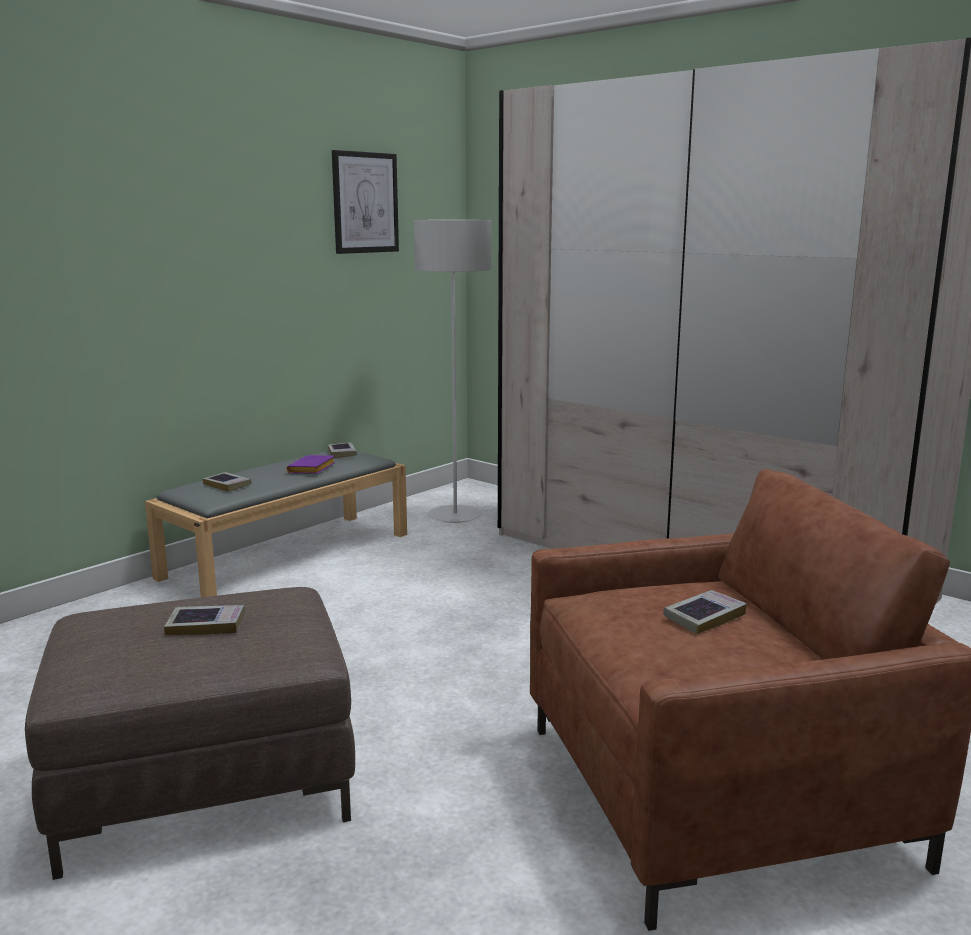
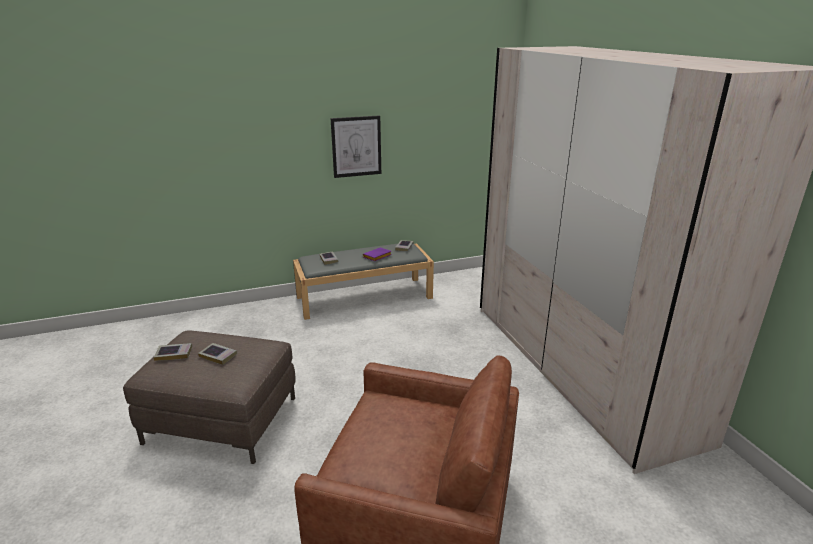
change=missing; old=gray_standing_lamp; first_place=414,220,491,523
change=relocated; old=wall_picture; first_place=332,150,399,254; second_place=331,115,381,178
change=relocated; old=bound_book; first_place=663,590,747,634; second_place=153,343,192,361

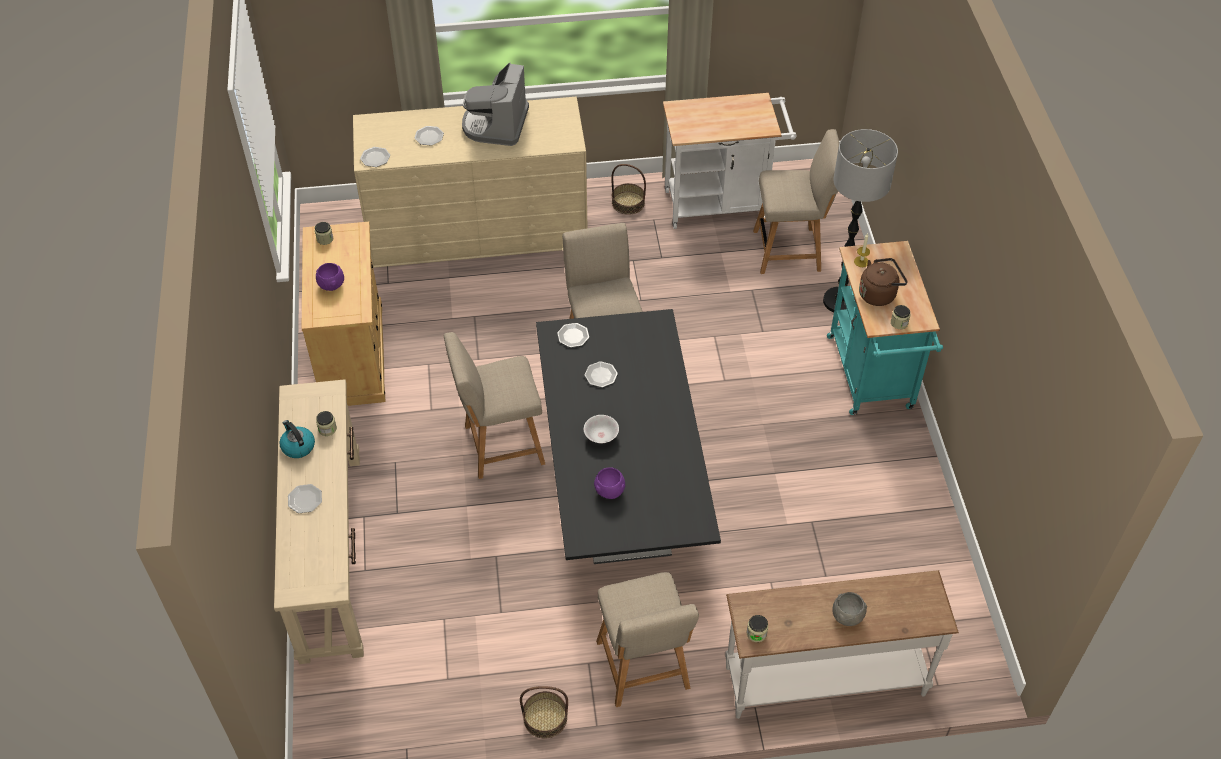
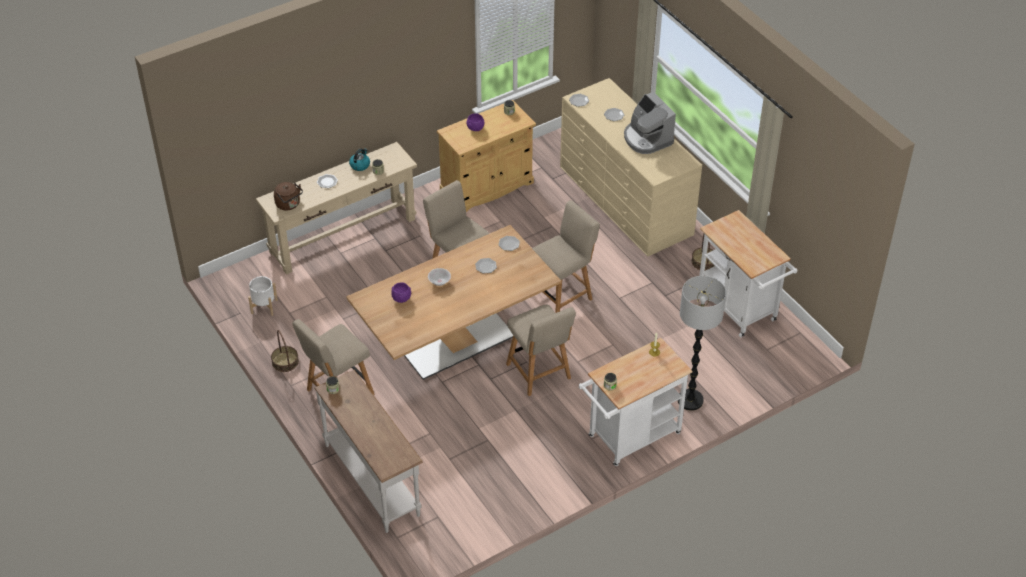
change=missing; old=gray_bowl; first_place=832,592,867,626
change=appeared; new=white_plant_pot; second_place=248,276,278,316
change=relocated; old=beige-coloured_chair; first_place=753,129,840,274; second_place=506,304,576,396
change=relocated; old=brownish_water_kettle; first_place=859,258,908,306; second_place=274,182,303,211
change=colour; old=blackish_dining_table; new=beige-coloured_dining_table; first_place=536,309,721,564; second_place=346,225,561,380
change=colour; old=blue-green_trolley; new=white_trolley; first_place=827,241,943,415; second_place=579,338,692,466
change=spun; old=coffee_brewer; first_place=462,63,529,146; second_place=624,92,676,154; degrees=-105

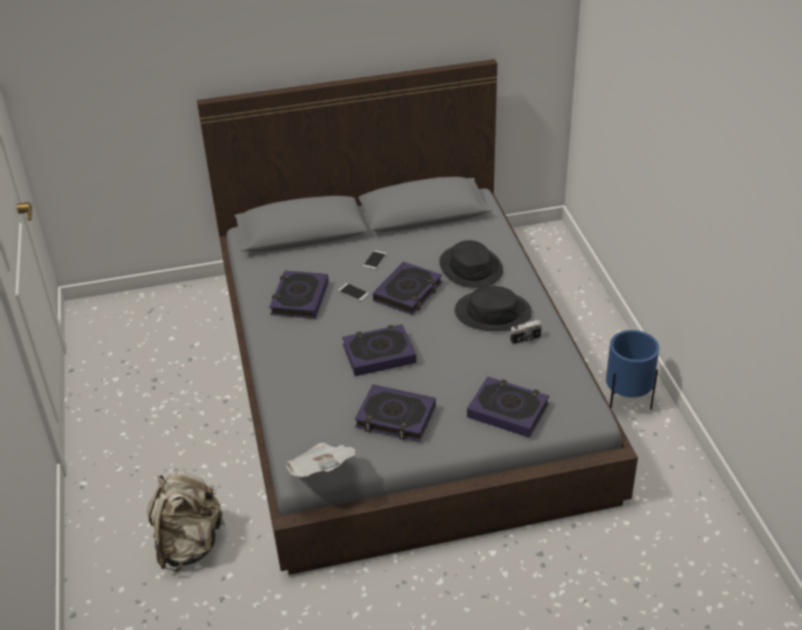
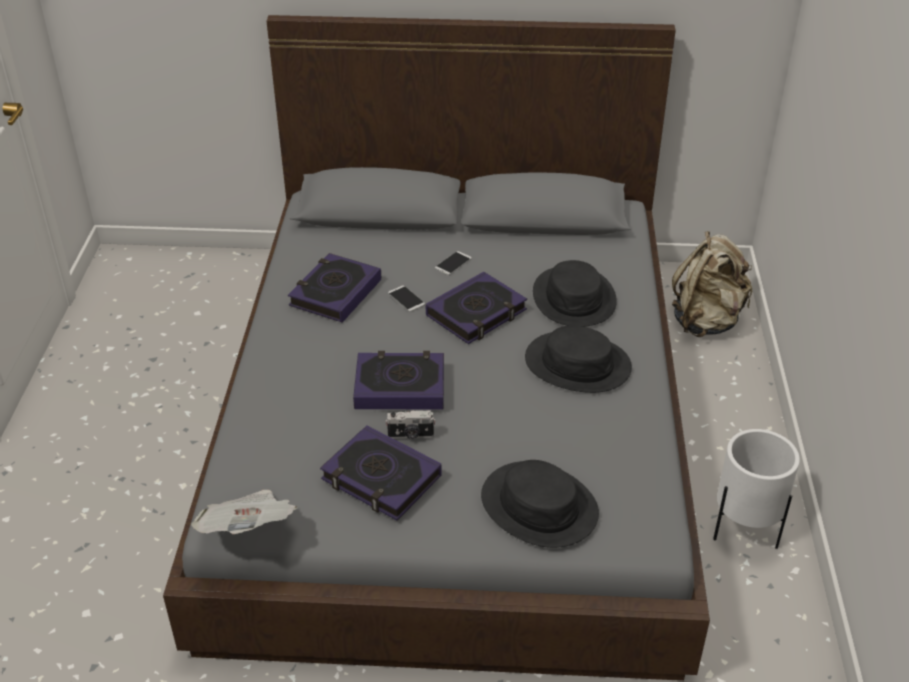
change=relocated; old=beige-coloured_knapsack; first_place=147,471,226,571; second_place=672,231,752,337
change=relocated; old=photo_camera; first_place=510,320,542,345; second_place=385,410,436,439
change=exchanged; old=bound_book; new=blackish_clothing_hat; first_place=467,376,549,438; second_place=481,460,599,548
change=colour; old=blue-coloured_plant_pot; new=white_plant_pot; first_place=606,330,659,410; second_place=713,429,800,549

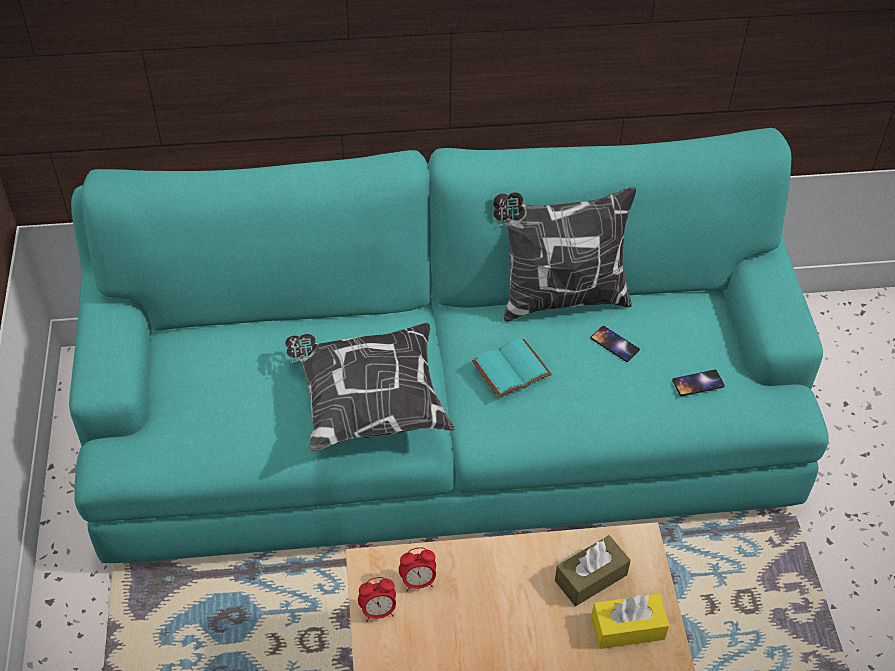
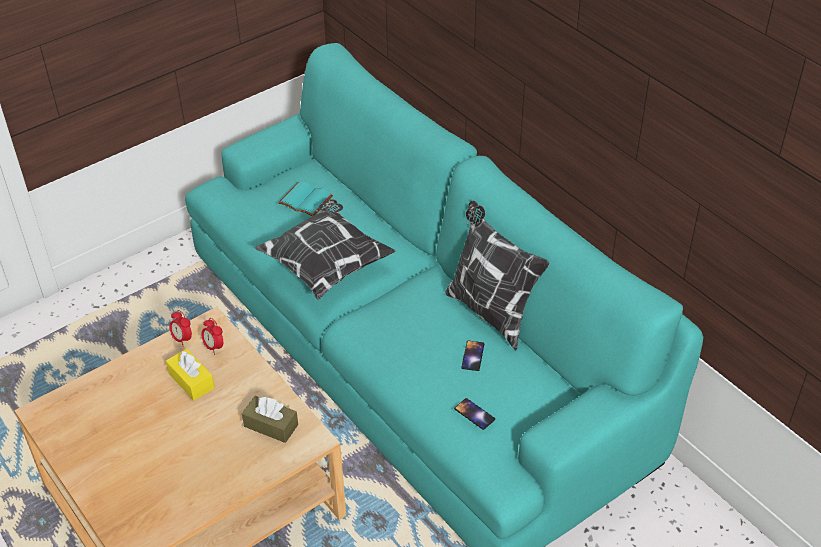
change=relocated; old=blue-green_bound_book; first_place=472,339,552,398; second_place=278,181,333,216
change=relocated; old=yellow_tissue_holder; first_place=591,594,669,649; second_place=166,349,215,401

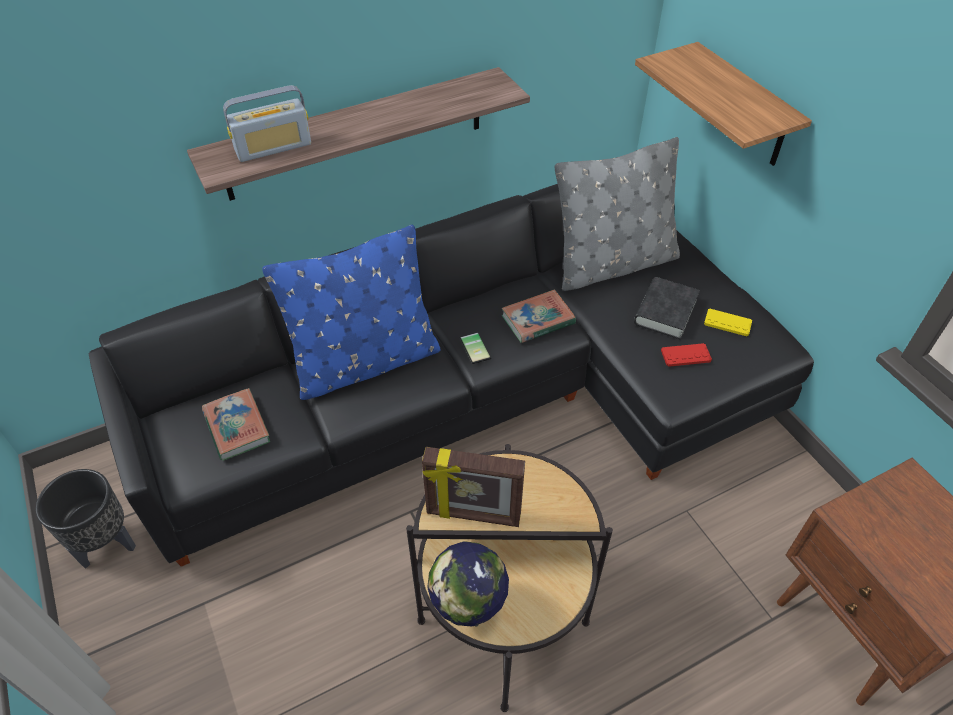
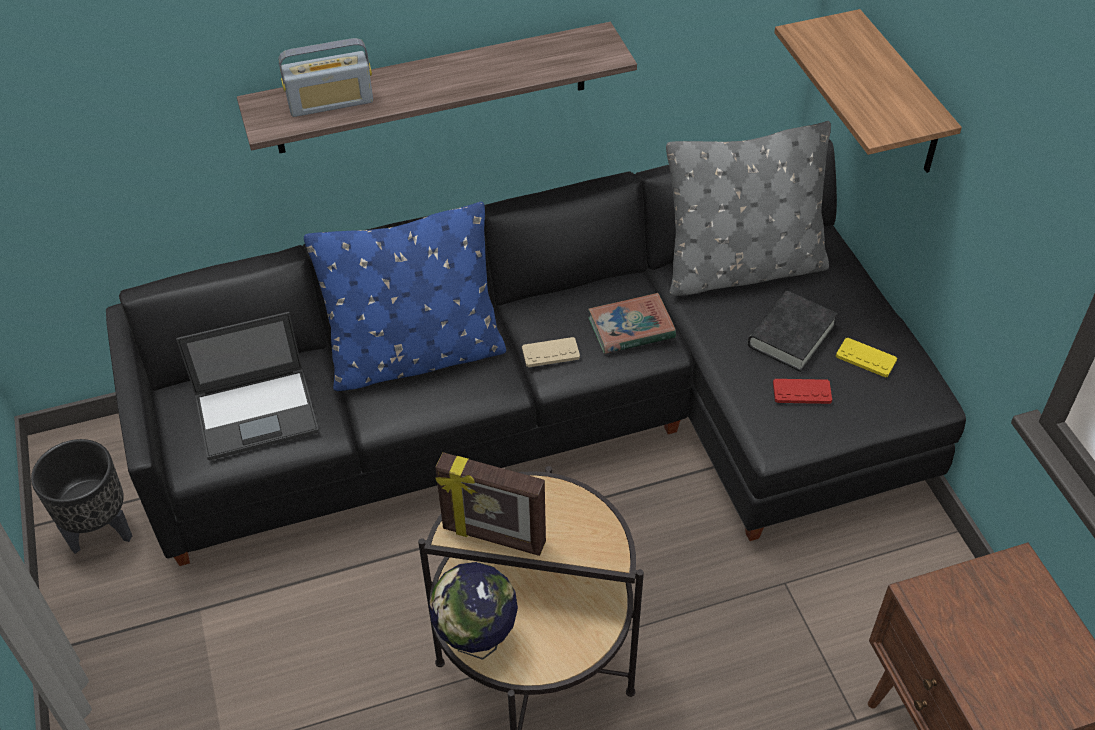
change=exchanged; old=bound_book; new=laptop; first_place=202,388,270,461; second_place=176,312,319,460
change=exchanged; old=telephone; new=beige-coloured_gamepad; first_place=460,332,491,364; second_place=522,337,580,367

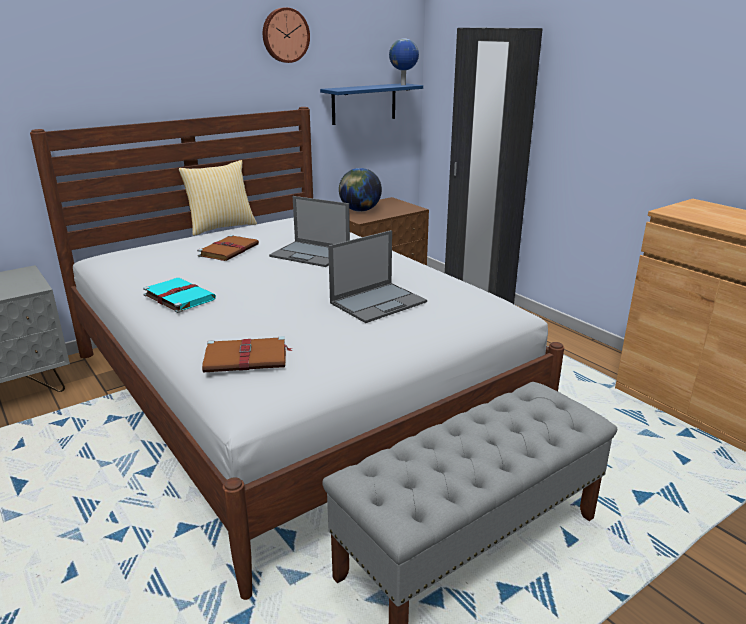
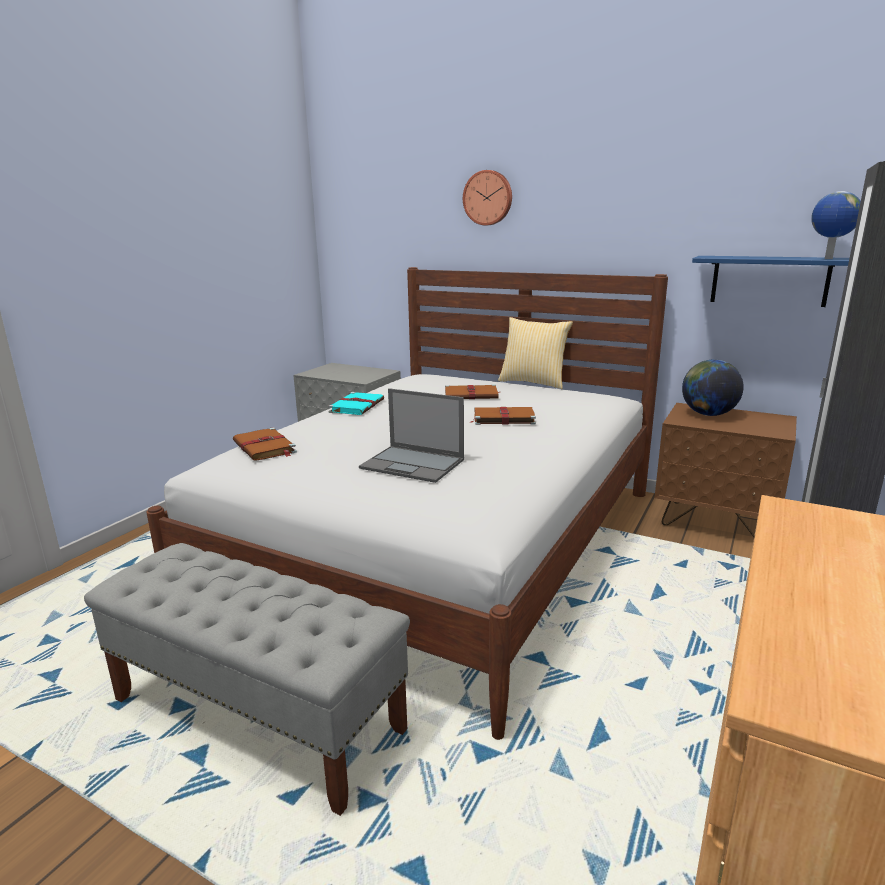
change=relocated; old=hanging_clock; first_place=263,7,310,63; second_place=463,170,512,225
change=exchanged; old=laptop; new=brownish_bound_book; first_place=269,196,350,267; second_place=470,407,536,425

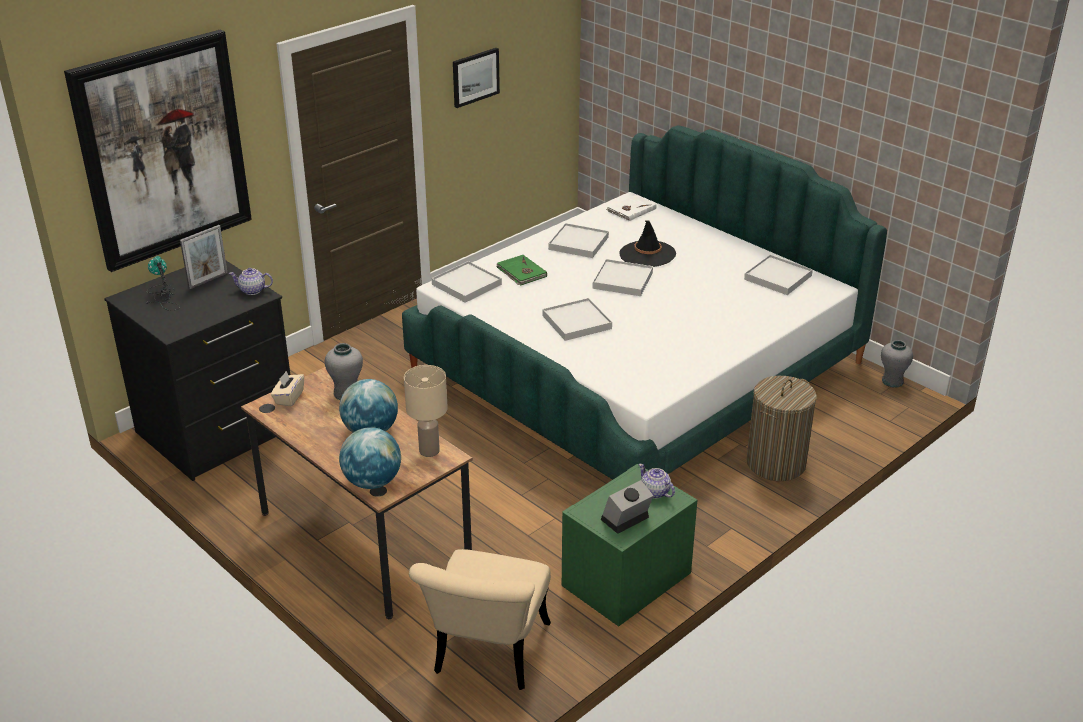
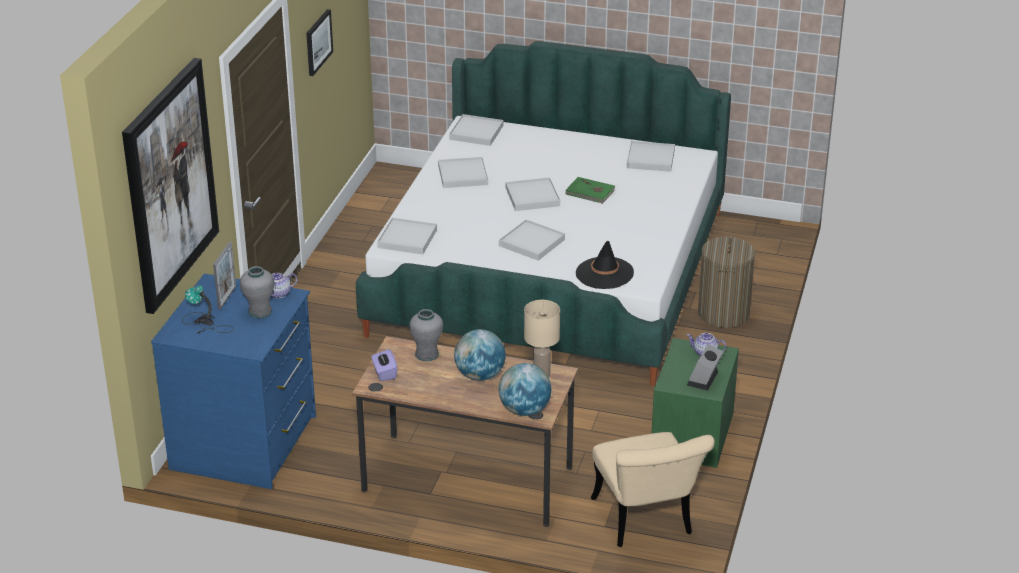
change=relocated; old=green_bound_book; first_place=497,255,547,285; second_place=565,177,615,204
change=relocated; old=blackish_clothing_hat; first_place=619,220,676,267; second_place=576,241,634,289
change=relocated; old=gray_vase; first_place=881,340,913,388; second_place=240,266,274,318
change=exchanged; old=white_bound_book; new=white_serving_tray; first_place=606,195,657,221; second_place=449,114,503,146
change=colour; old=blackish_dresser; new=blue-coloured_dresser; first_place=104,261,290,481; second_place=151,274,316,489
change=colour; old=beige-coloured_tissue_holder; new=purple_tissue_holder; first_place=271,371,304,406; second_place=371,349,397,381

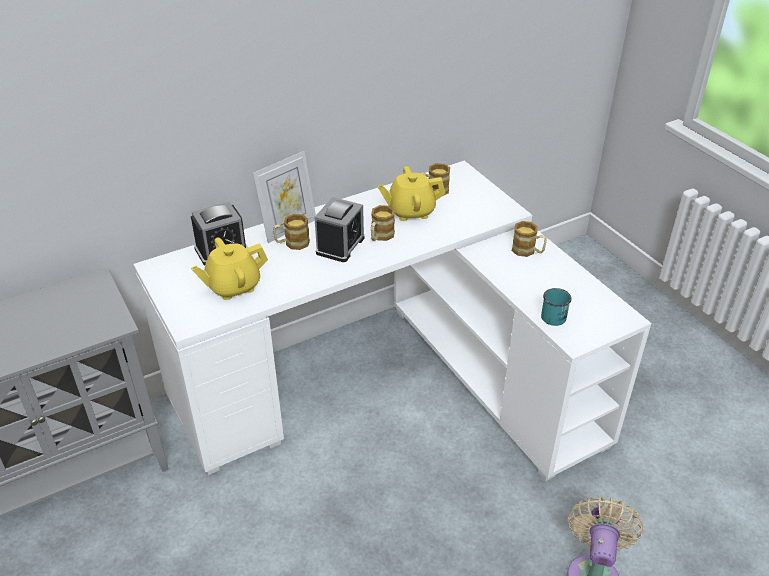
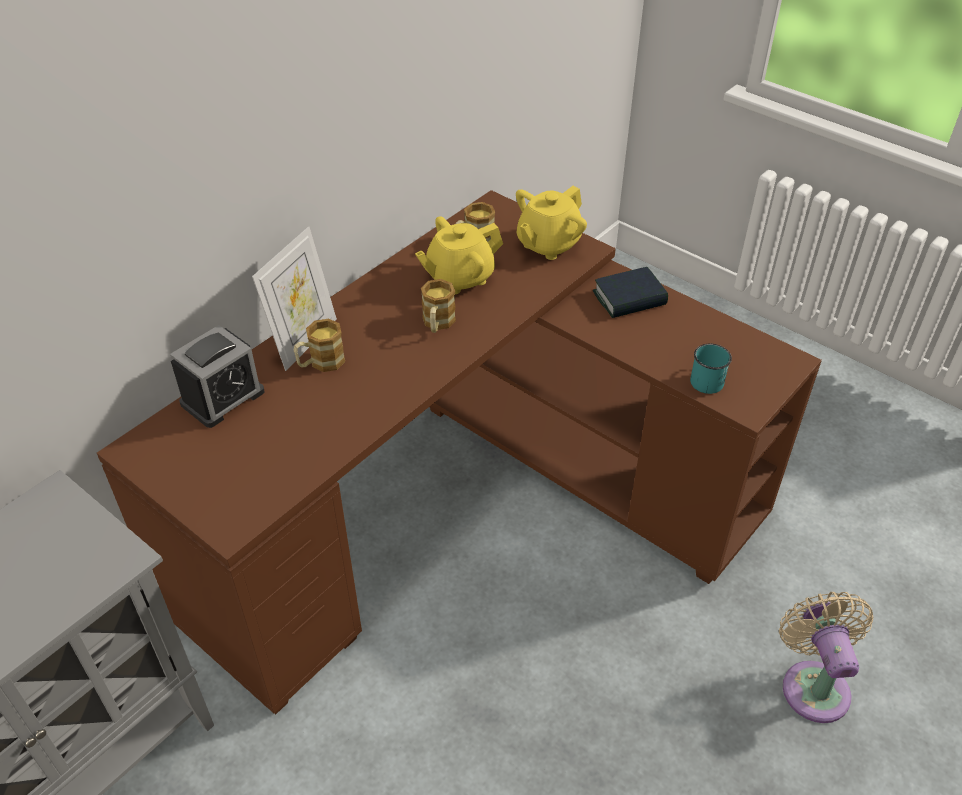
change=missing; old=bedside_clock; first_place=314,197,365,262
change=relocated; old=yellow_pot_for_tea; first_place=191,238,268,300; second_place=516,186,587,260
change=exchanged; old=mug; new=bound_book; first_place=512,221,547,257; second_place=593,267,668,318
change=colour; old=white_desk_unit; new=brownish_desk_unit; first_place=133,161,651,481; second_place=97,190,822,715

